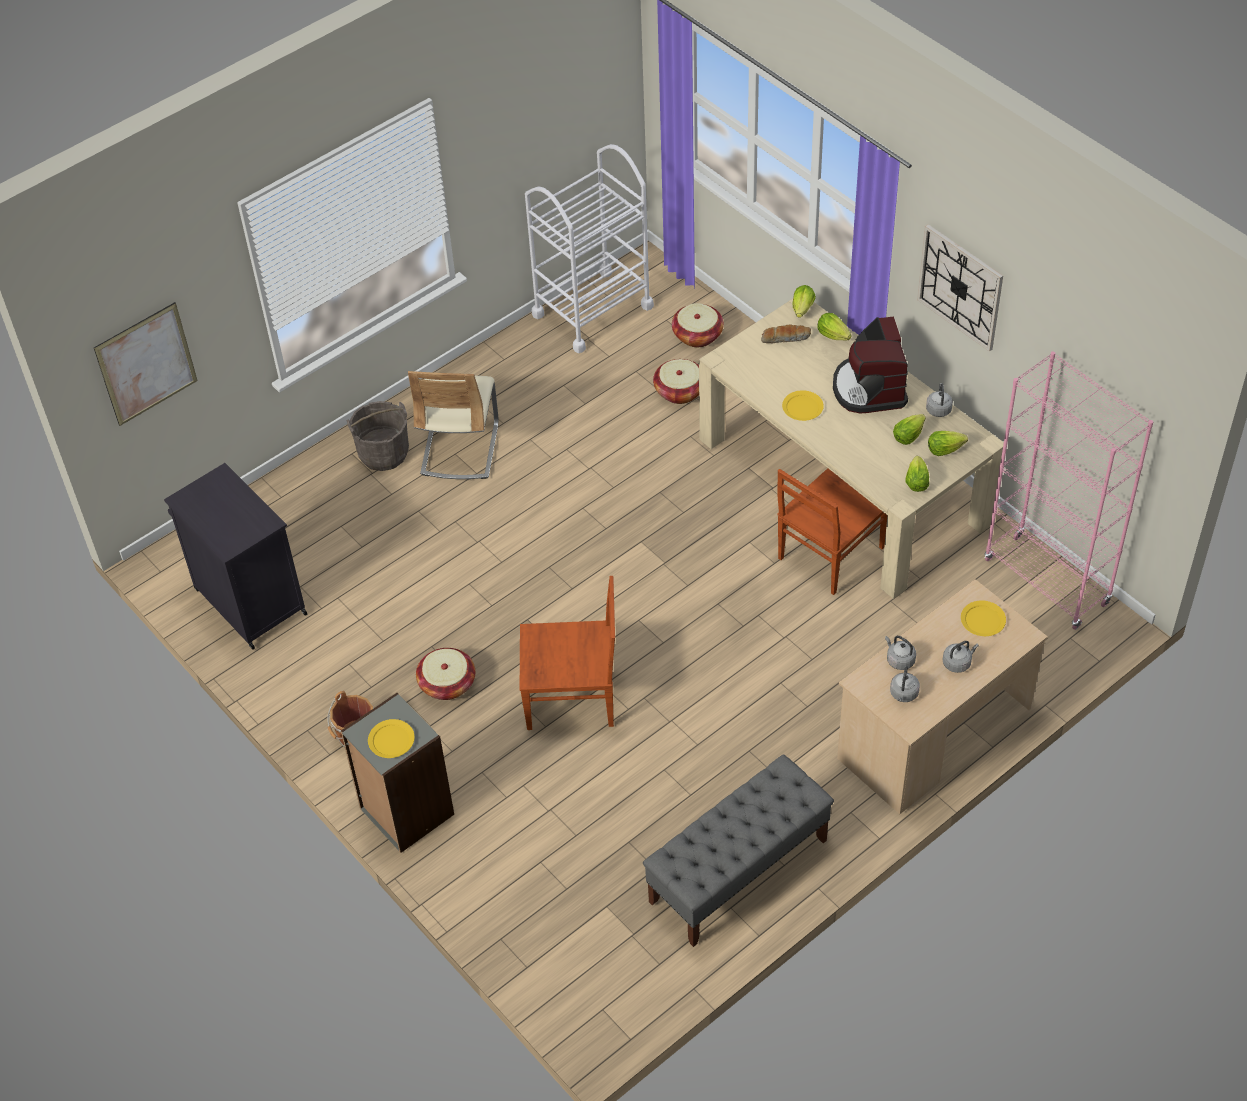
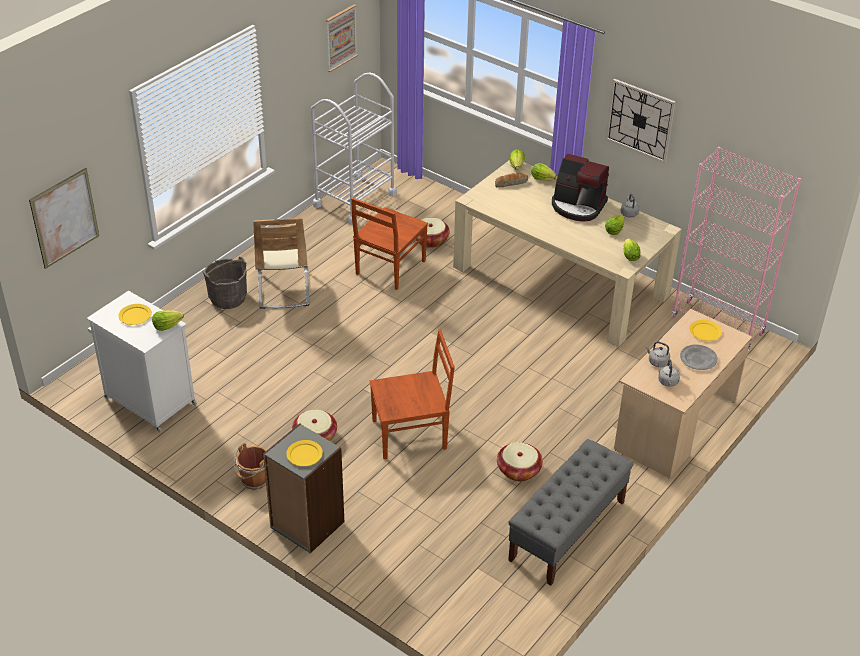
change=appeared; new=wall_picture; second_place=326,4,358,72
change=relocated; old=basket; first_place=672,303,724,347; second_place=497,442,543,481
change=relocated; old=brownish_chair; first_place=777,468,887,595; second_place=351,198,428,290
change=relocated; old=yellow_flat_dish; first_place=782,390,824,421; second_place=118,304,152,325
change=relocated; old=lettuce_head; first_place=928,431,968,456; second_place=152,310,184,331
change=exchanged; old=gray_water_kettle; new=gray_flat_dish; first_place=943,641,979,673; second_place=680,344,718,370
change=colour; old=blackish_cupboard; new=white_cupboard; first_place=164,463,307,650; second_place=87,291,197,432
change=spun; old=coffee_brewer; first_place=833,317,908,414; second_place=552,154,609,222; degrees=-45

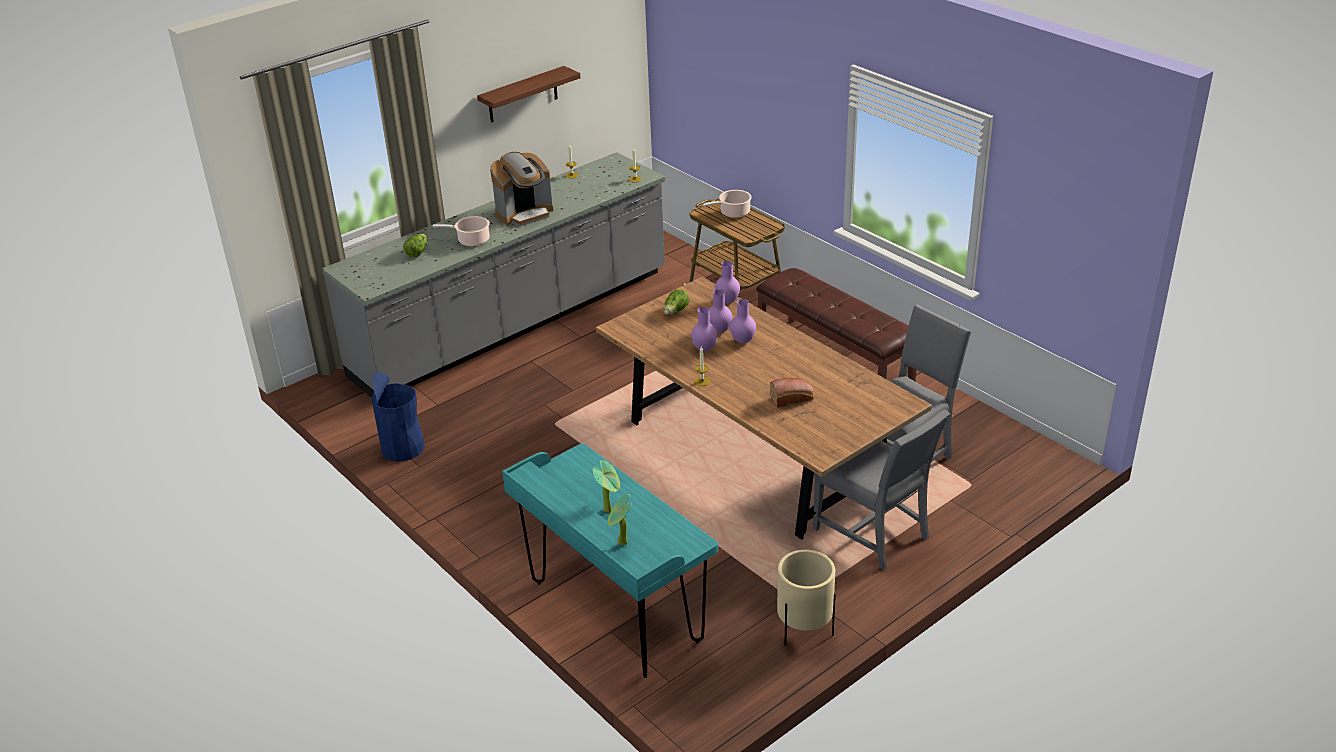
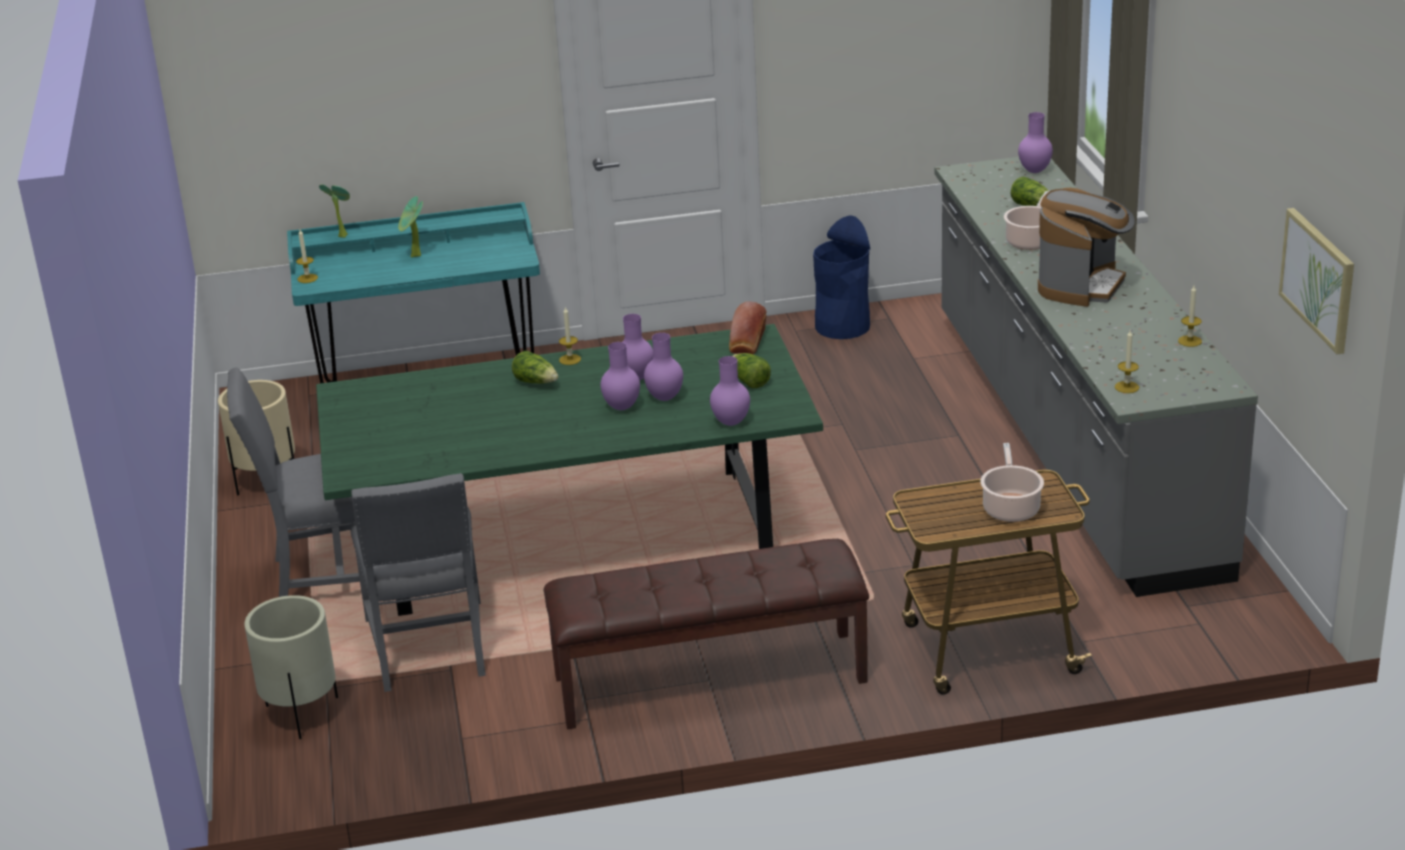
change=missing; old=wall_shelf; first_place=477,66,581,122
change=appeared; new=beige-coloured_plant_pot; second_place=244,595,338,739
change=appeared; new=candle; second_place=296,229,318,283
change=appeared; new=lettuce_head; second_place=512,351,559,384
change=appeared; new=purple_vase; second_place=1018,112,1053,173
change=appeared; new=wall_picture; second_place=1279,208,1354,354
change=relocated; old=bread; first_place=770,378,814,408; second_place=729,302,767,354
change=colour; old=brownish_dining_table; new=green_dining_table; first_place=596,277,932,540; second_place=316,324,823,616
change=spun; old=coffee_brewer; first_place=490,152,553,226; second_place=1038,188,1135,307; degrees=-150

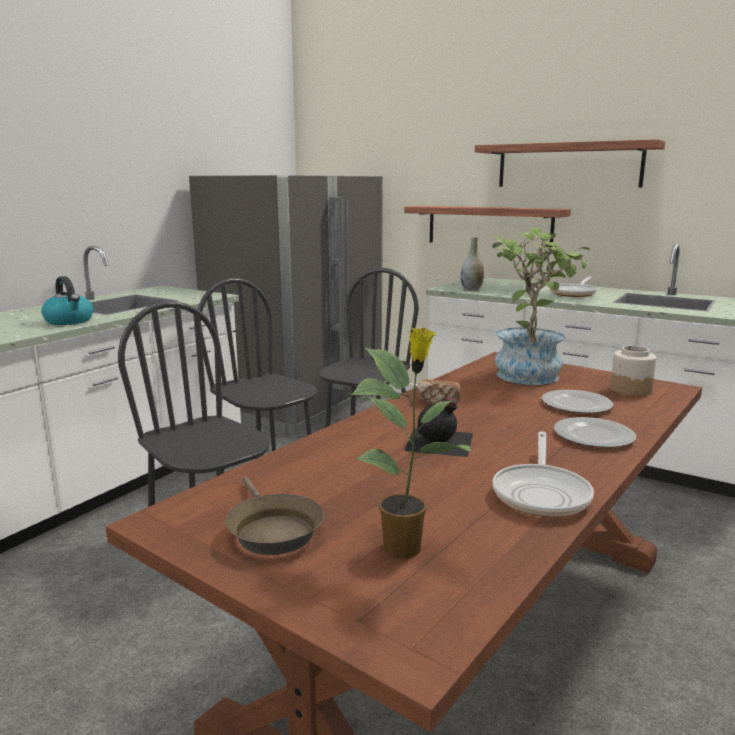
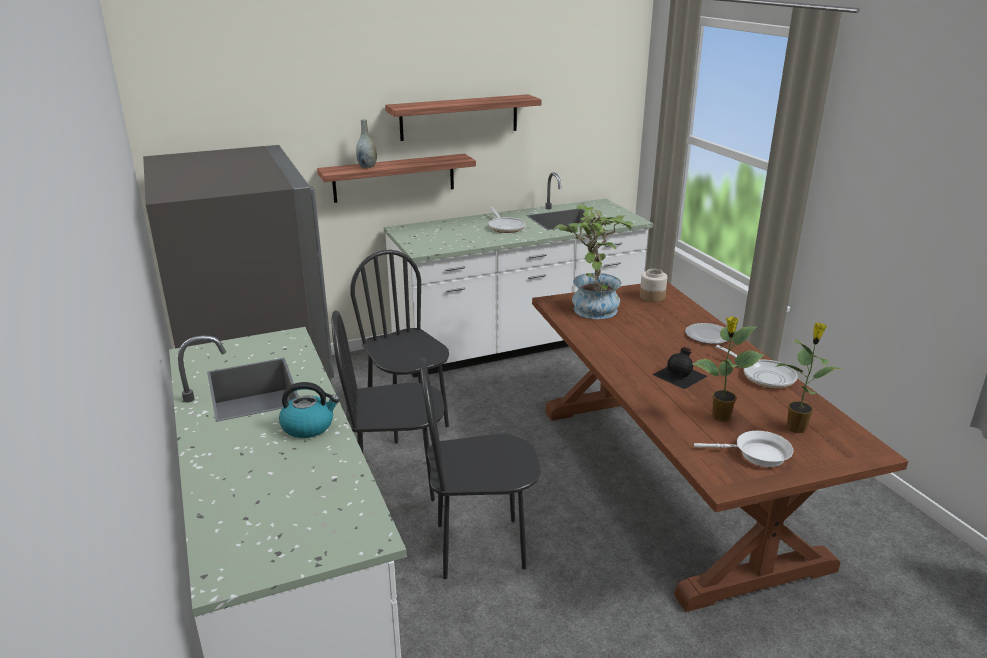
change=missing; old=bread; first_place=417,379,461,404
change=missing; old=flat_dish; first_place=541,390,613,413
change=appeared; new=houseplant; second_place=692,317,764,421
change=relocated; old=gray_vase; first_place=461,237,484,291; second_place=356,119,377,168
change=colour; old=brownish_pan; new=white_pan; first_place=225,477,324,555; second_place=694,431,793,467

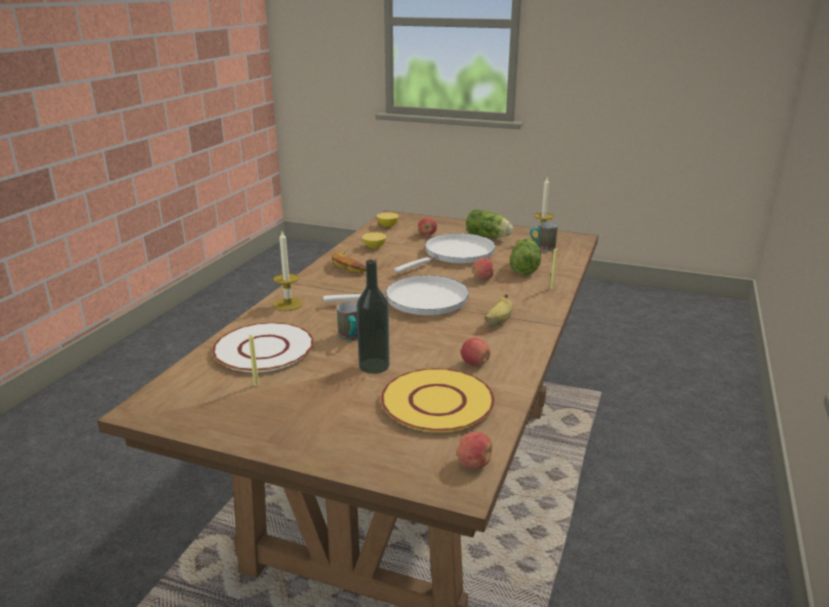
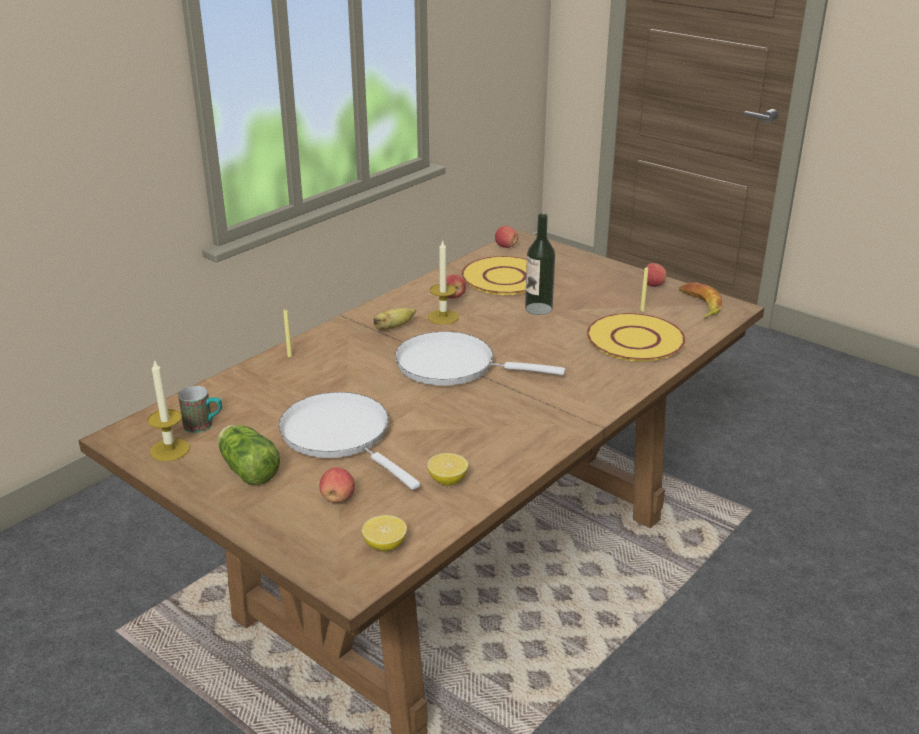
change=missing; old=mug; first_place=337,302,358,341
change=missing; old=lettuce_head; first_place=510,239,541,275
change=relocated; old=candle; first_place=273,231,303,311; second_place=428,241,459,325
change=relocated; old=banana; first_place=332,251,366,273; second_place=679,282,722,319
change=relocated; old=apple; first_place=473,258,495,280; second_place=643,263,666,287
change=colour; old=white_flat_dish; new=yellow_flat_dish; first_place=212,322,314,372; second_place=587,313,686,362
change=spun; old=white_pan; first_place=394,233,496,273; second_place=279,392,420,490; degrees=75

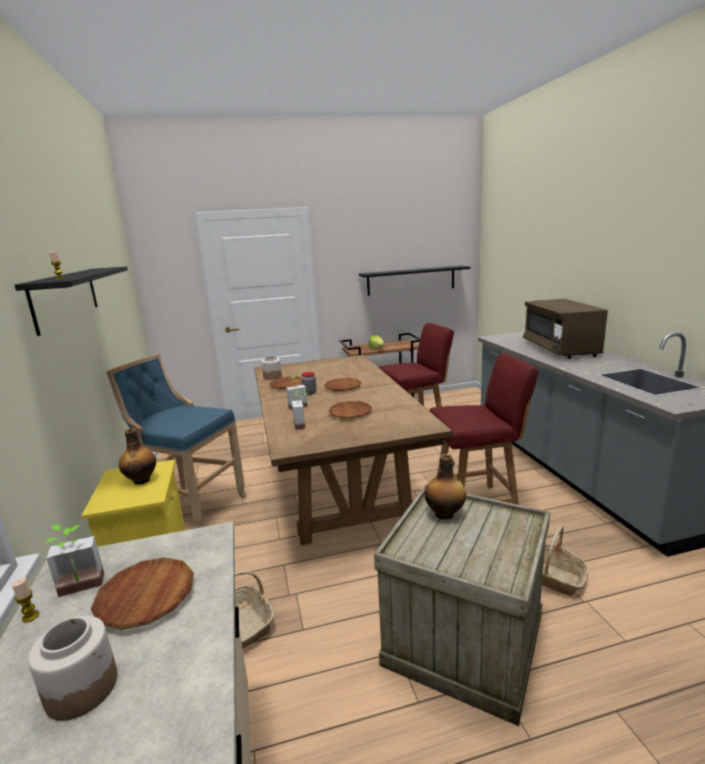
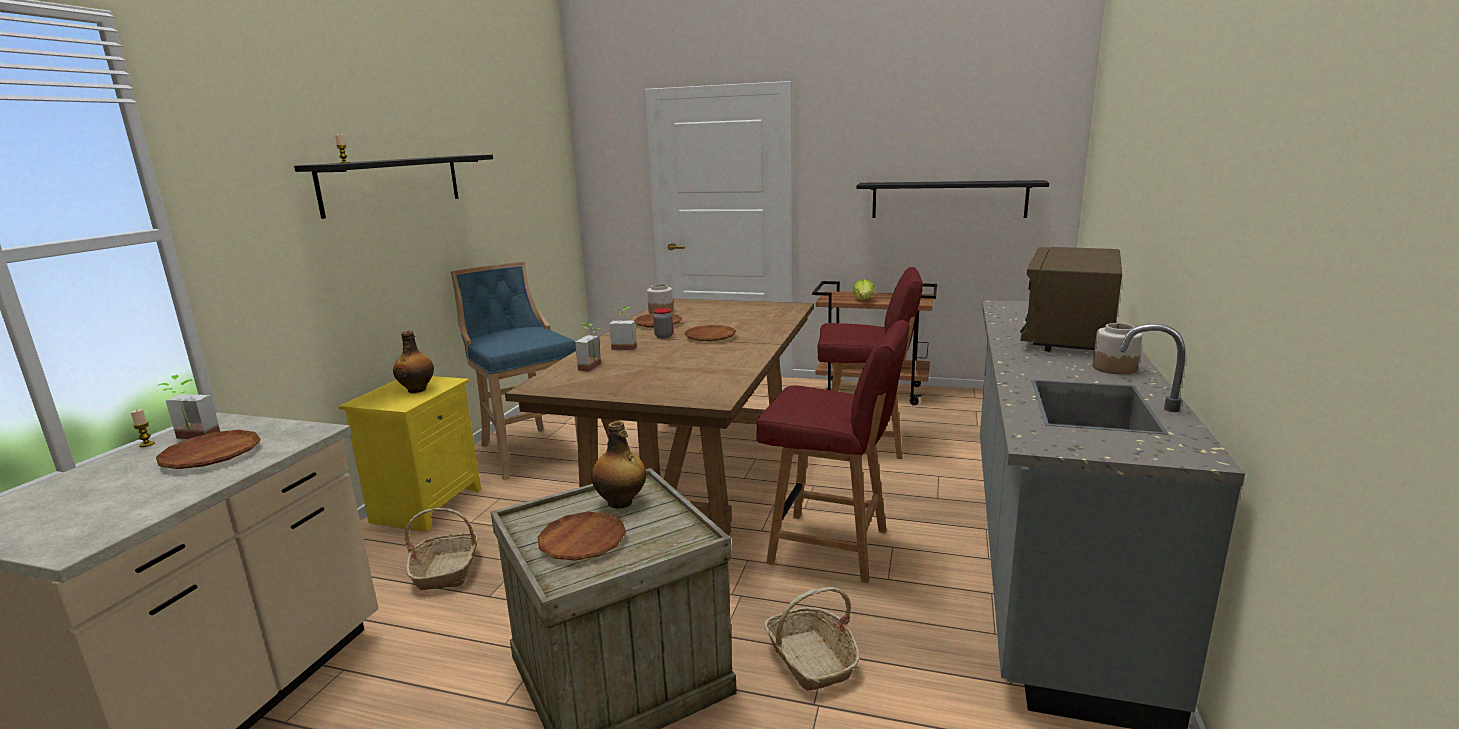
change=relocated; old=jar; first_place=28,616,117,721; second_place=1093,323,1142,375
change=relocated; old=brownish_flat_dish; first_place=329,401,372,418; second_place=537,512,626,561

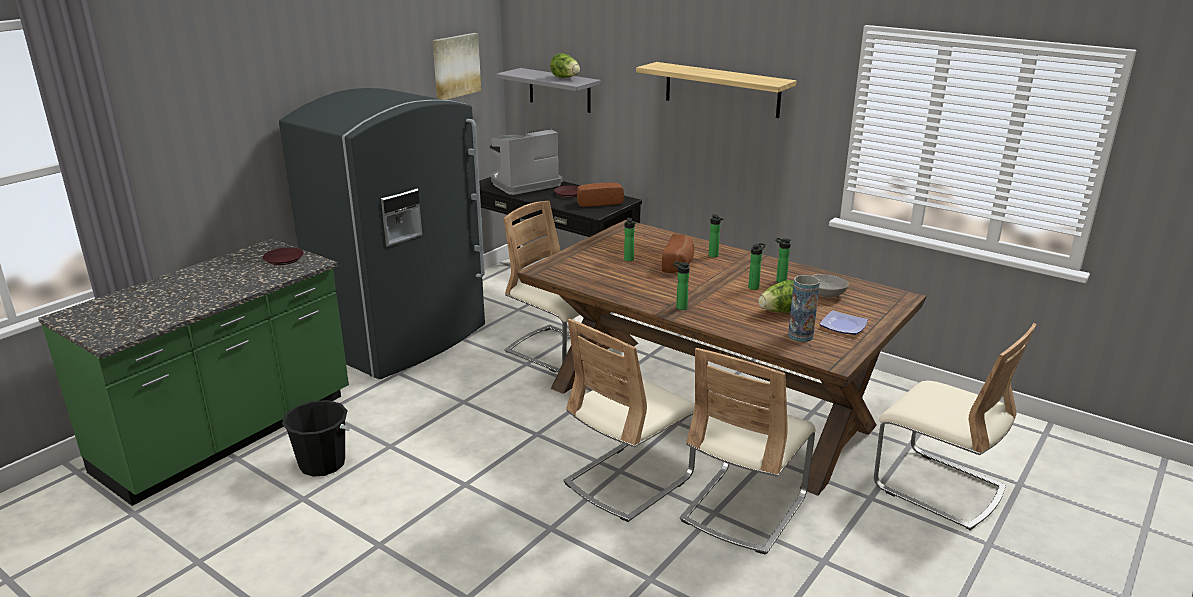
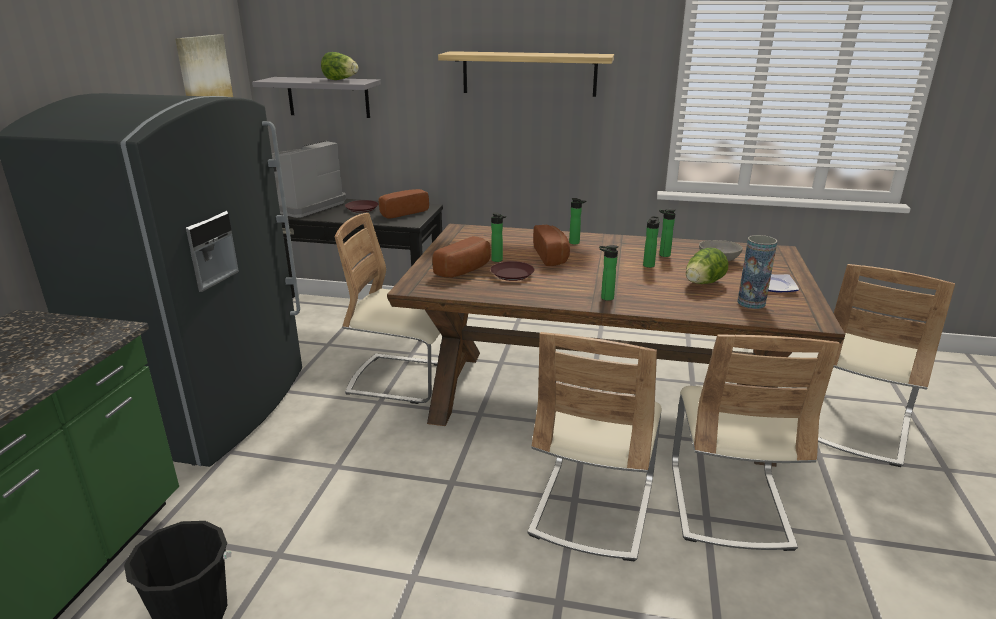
change=appeared; new=bread; second_place=432,236,491,278
change=relocated; old=brownish_flat_dish; first_place=263,248,304,265; second_place=491,261,534,281
change=spun; old=beige-coloured_chair; first_place=874,323,1037,530; second_place=818,264,955,467; degrees=105

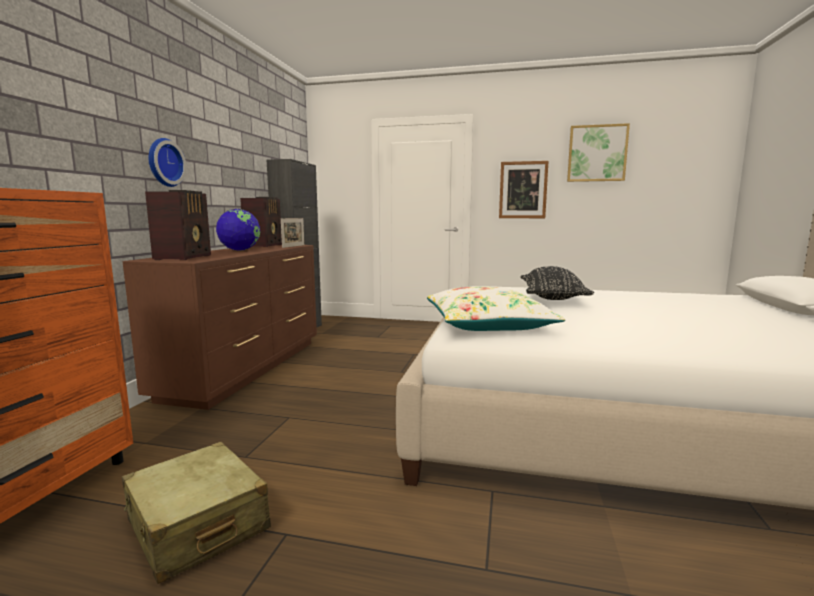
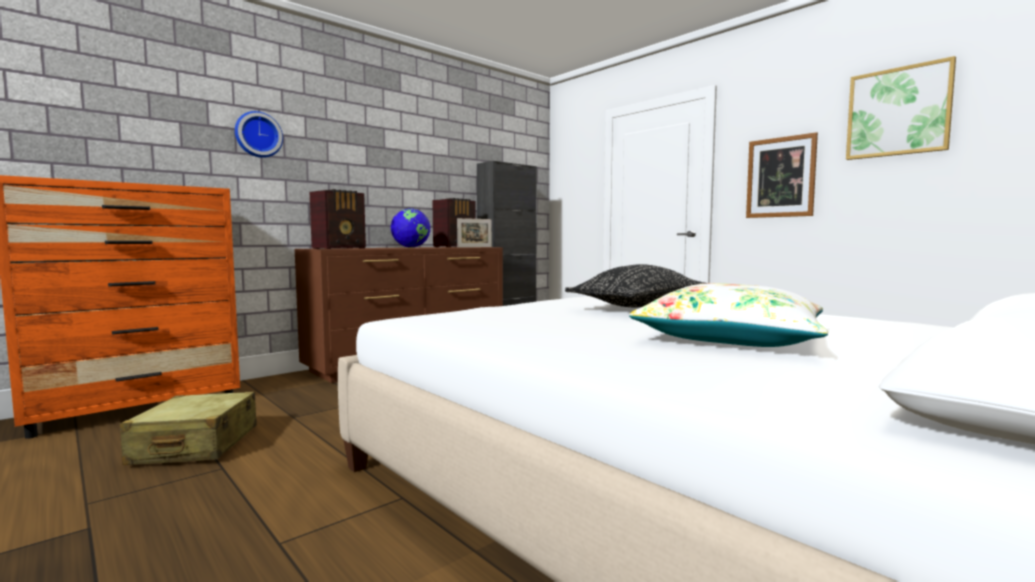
change=relocated; old=hanging_clock; first_place=149,138,186,187; second_place=235,111,283,158
change=relocated; old=white_throw_pillow; first_place=427,287,565,331; second_place=629,283,828,347

